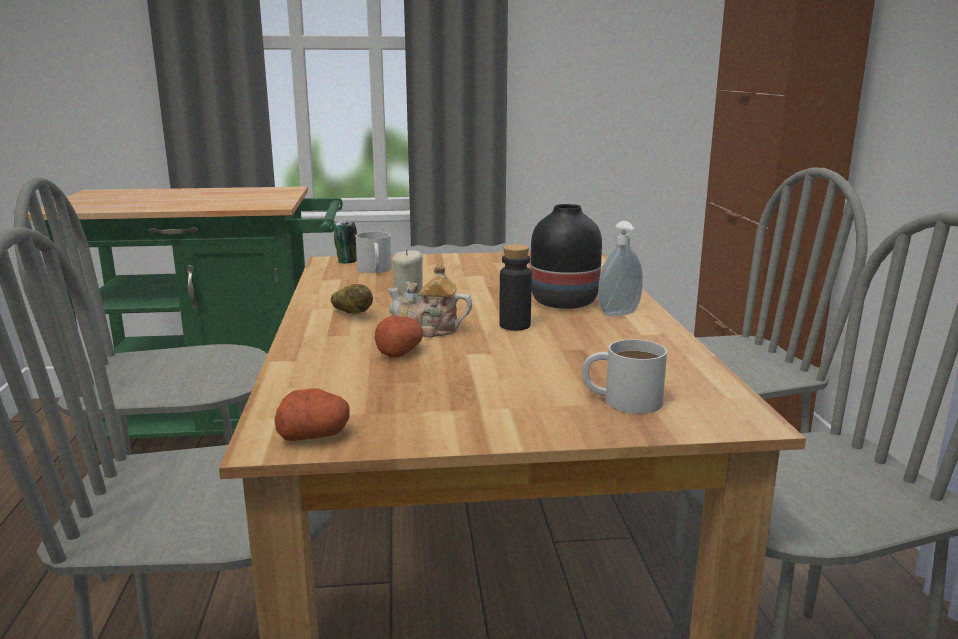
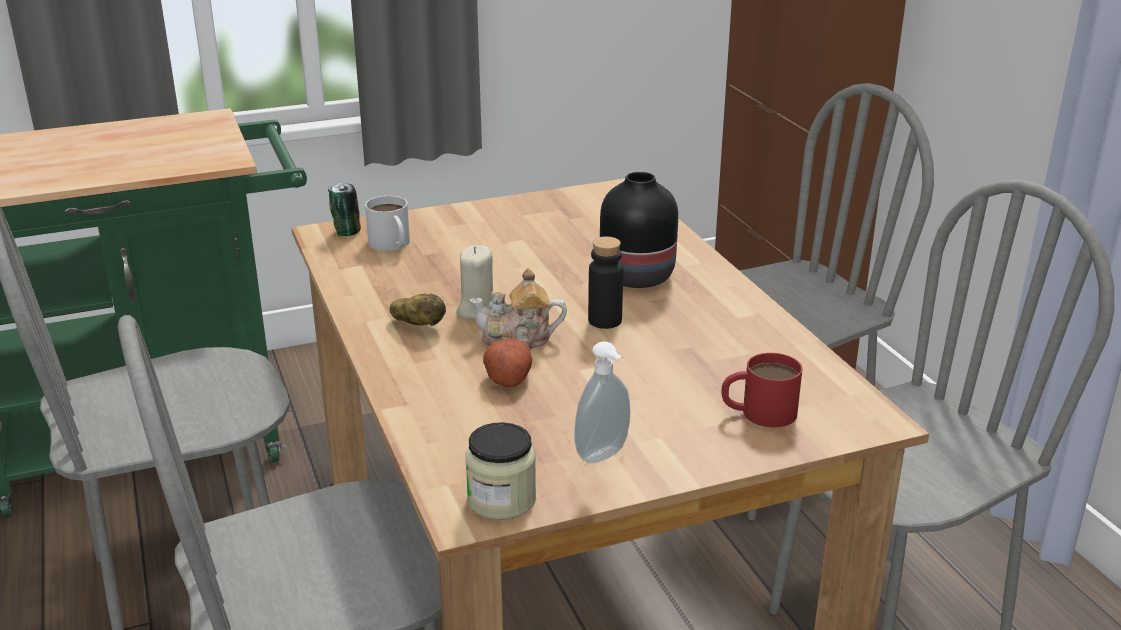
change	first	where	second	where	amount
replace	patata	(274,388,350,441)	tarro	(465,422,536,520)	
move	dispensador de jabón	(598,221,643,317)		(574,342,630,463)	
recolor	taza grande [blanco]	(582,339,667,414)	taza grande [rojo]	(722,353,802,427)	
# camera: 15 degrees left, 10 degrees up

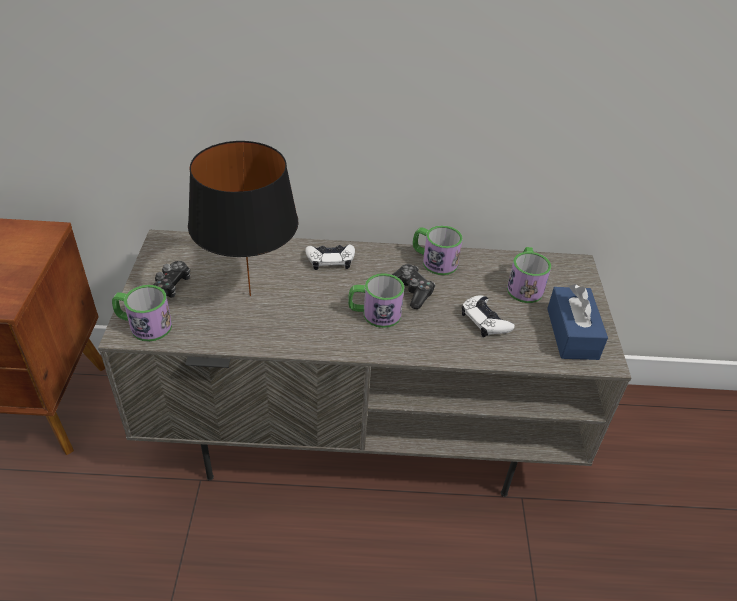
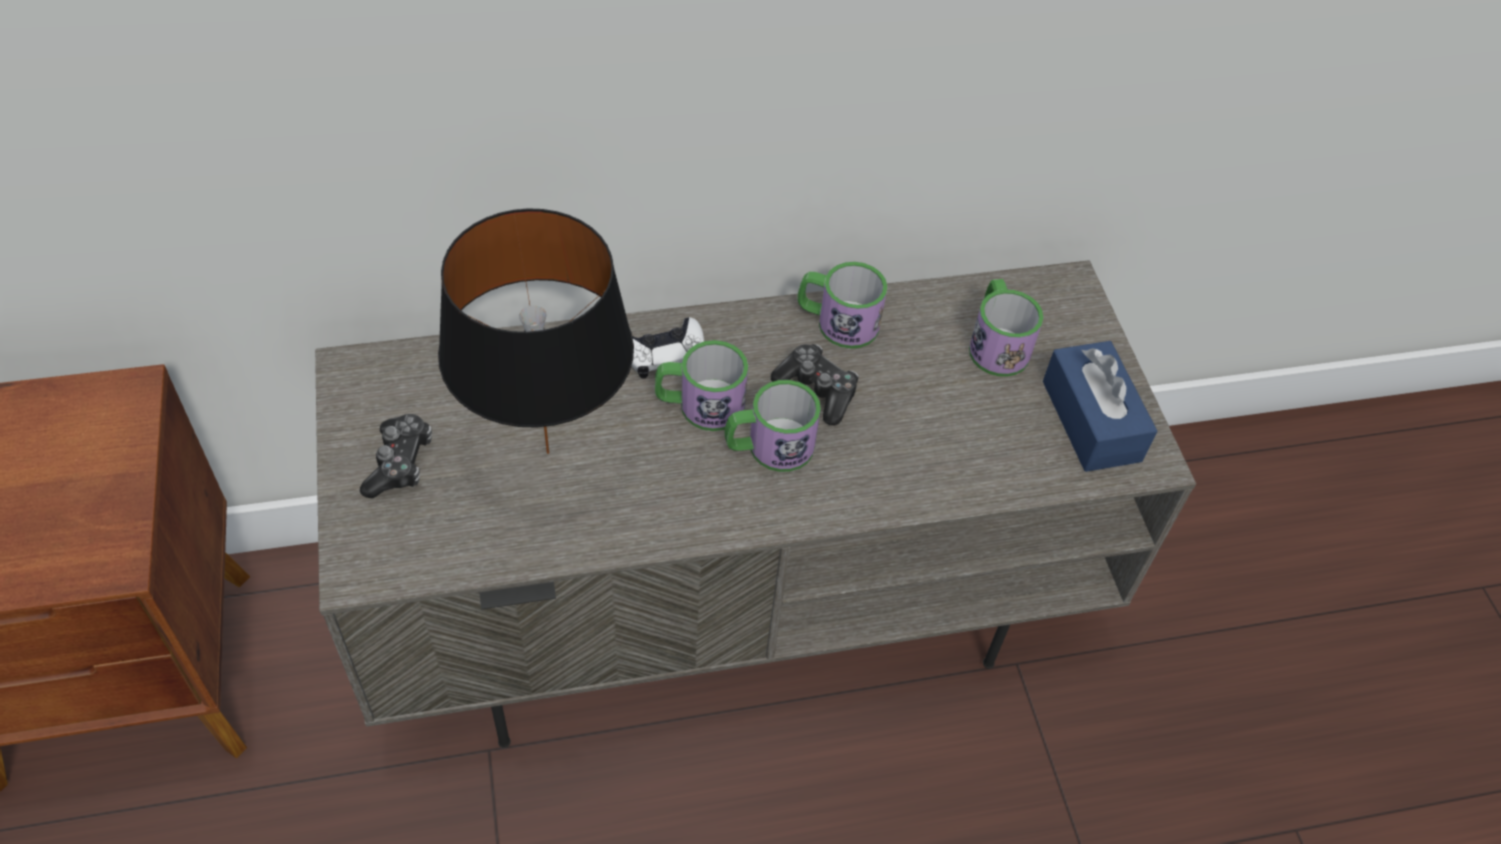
change	first	where	second	where	amount
move	taza grande	(112,285,172,341)		(655,340,748,431)	
delete	mando de consola [blanco]	(462,295,515,337)			
# camera: 15 degrees left, 10 degrees up

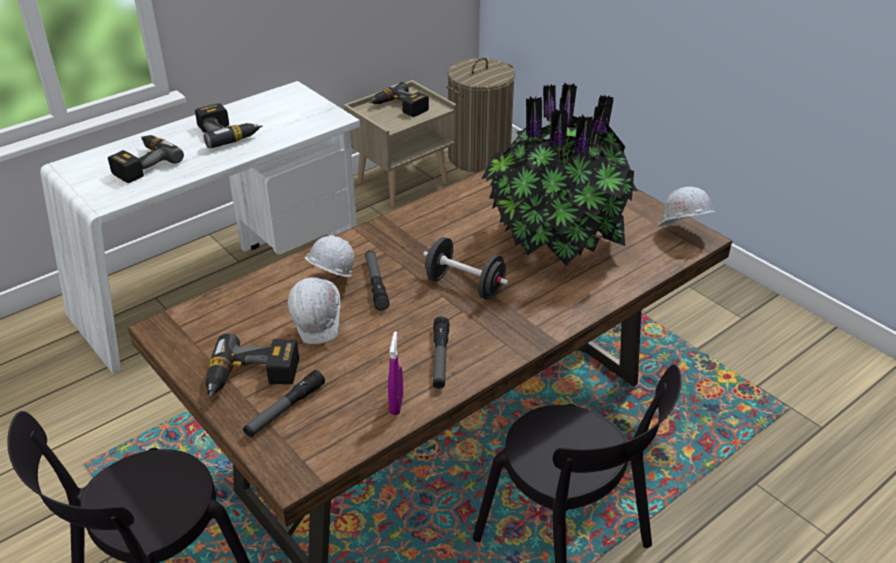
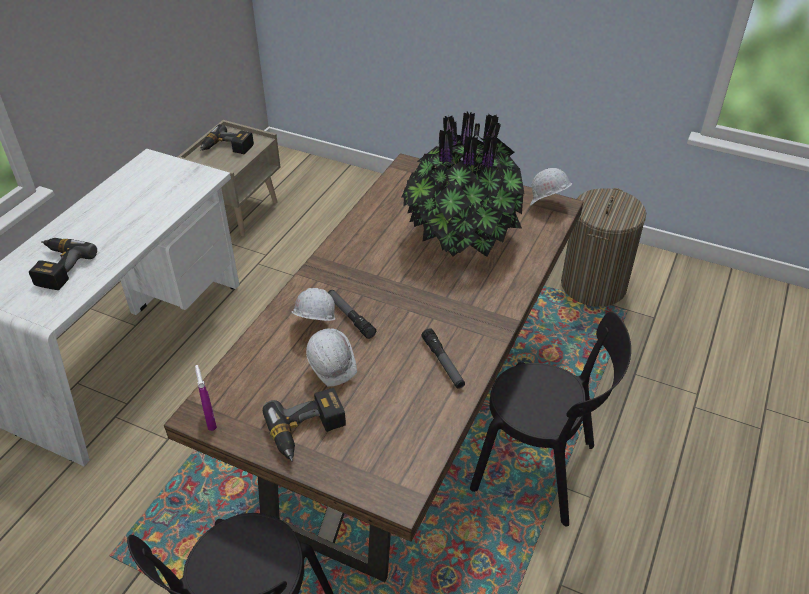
change	first	where	second	where	amount
move	pulverizador [morado]	(388,331,403,415)		(195,365,217,431)	
move	cesto de la ropa	(446,57,515,173)		(561,188,646,307)	
delete	taladro	(195,103,262,148)			
delete	linterna	(243,370,325,437)			
delete	mancuerna [negro]	(423,237,509,300)			
# camera: 25 degrees left, 5 degrees up

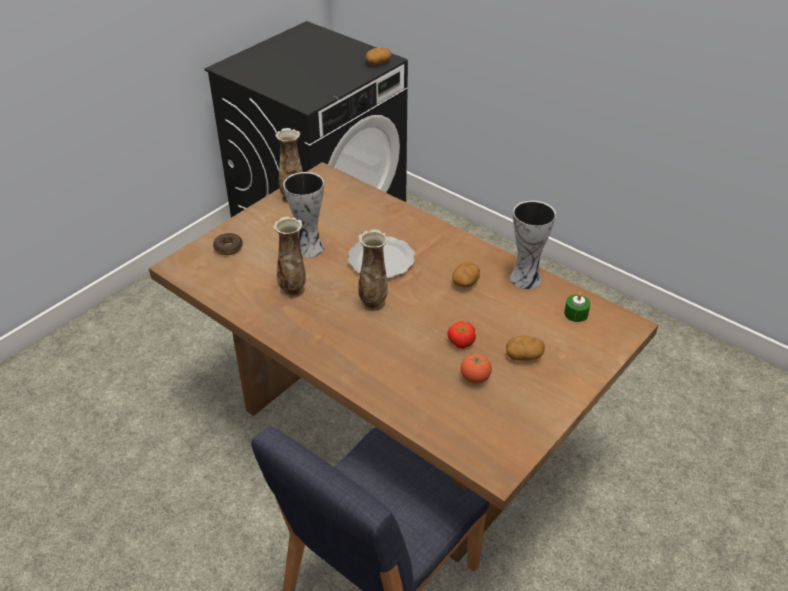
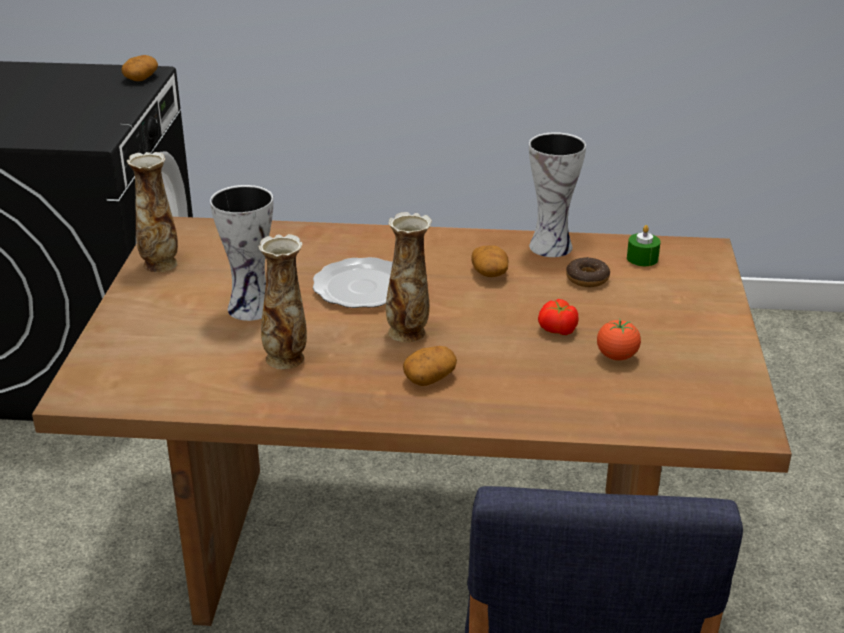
change	first	where	second	where	amount
move	patata	(506,336,545,361)		(403,346,457,386)	
move	rosquilla	(213,233,243,255)		(566,257,610,287)	
# camera: 35 degrees left, 10 degrees down

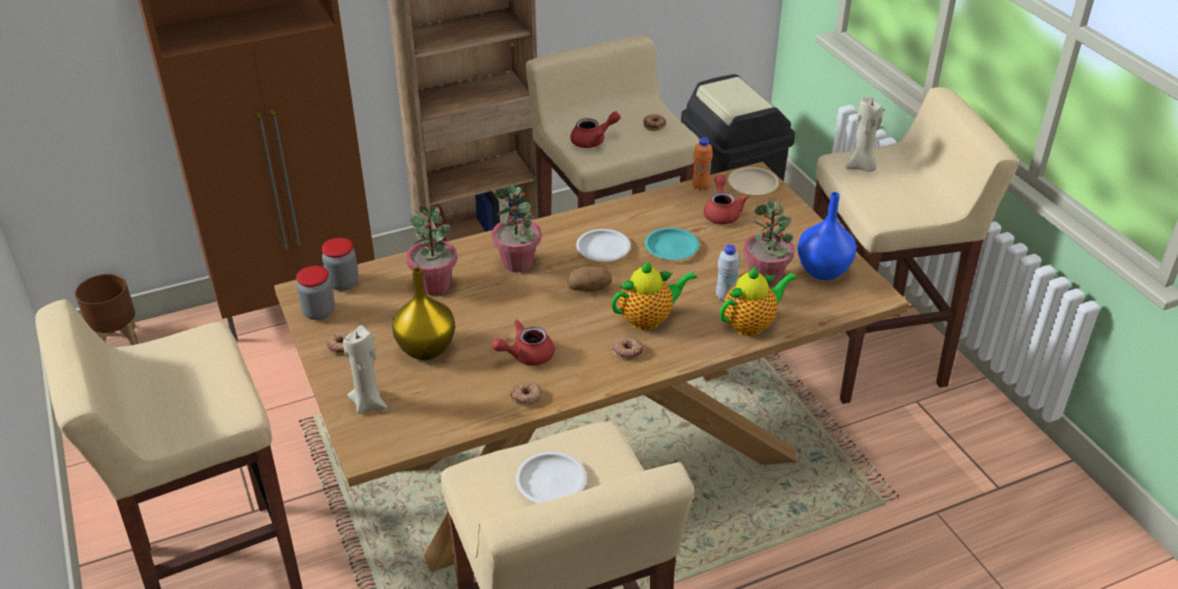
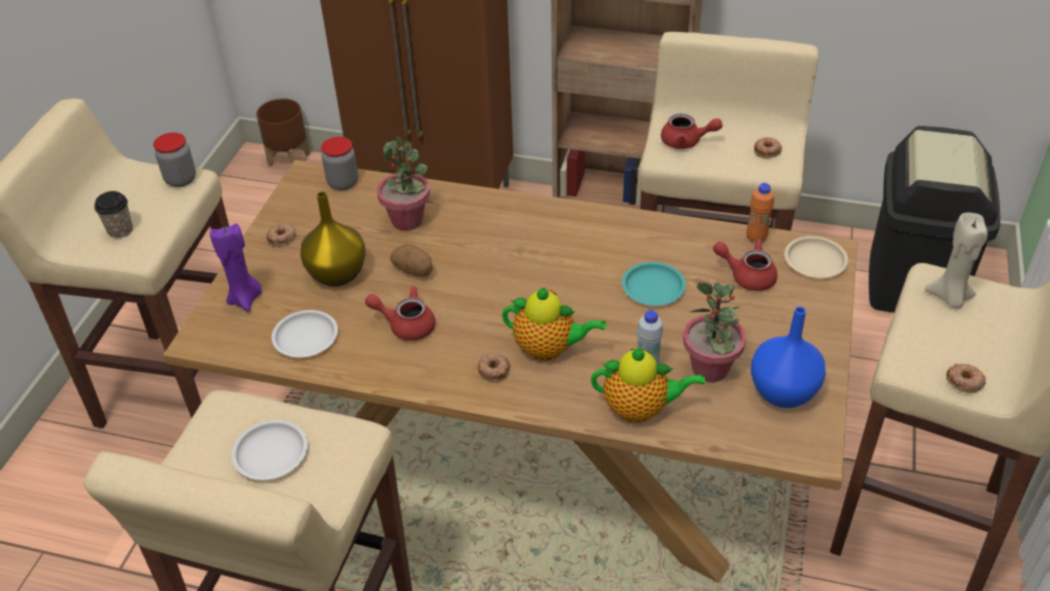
change	first	where	second	where	amount
insert			taza	(94,191,133,238)	
move	tarro	(296,266,335,320)		(153,133,196,187)	
recolor	vela [beis]	(343,325,387,414)	vela [morado]	(210,223,262,312)	
move	plato [blanco]	(576,229,631,261)		(272,310,338,357)	
move	patata	(567,266,612,292)		(390,244,433,277)	
rotate	tetera [rojo]	(704,174,749,224)		(713,239,777,291)	105 degrees counterclockwise
move	rosquilla	(510,382,543,406)		(946,363,986,393)	
delete	planta en maceta	(492,185,541,273)			
# camera: 40 degrees right, 5 degrees up

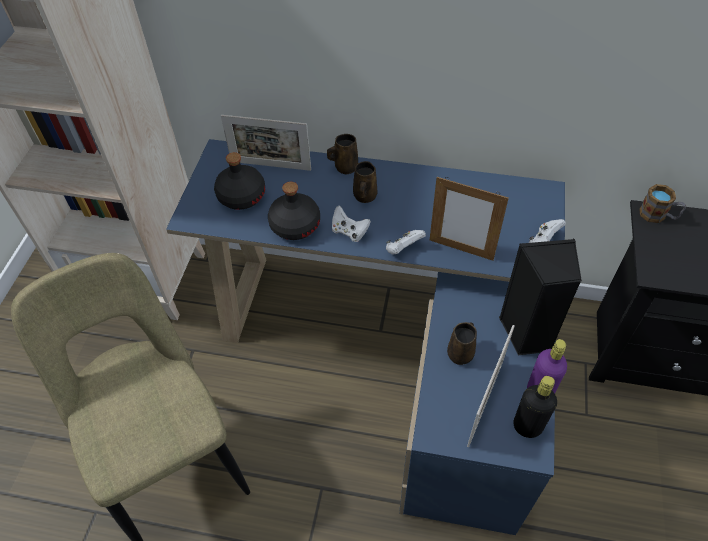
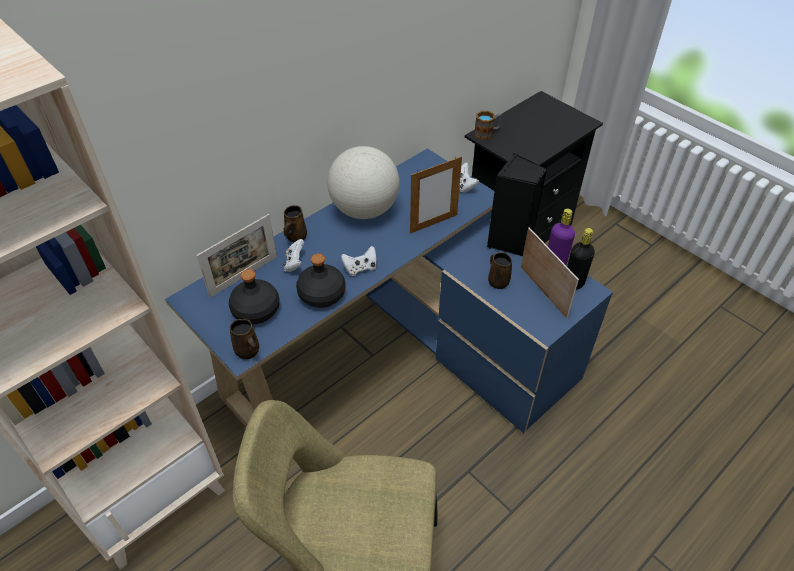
change	first	where	second	where	amount
move	taza grande [marrón]	(353,161,377,203)		(230,319,259,360)	
move	mando de consola [blanco]	(386,230,426,255)		(283,239,304,272)	
insert			globo terráqueo	(327,146,400,219)	
# camera: 55 degrees left, 5 degrees down

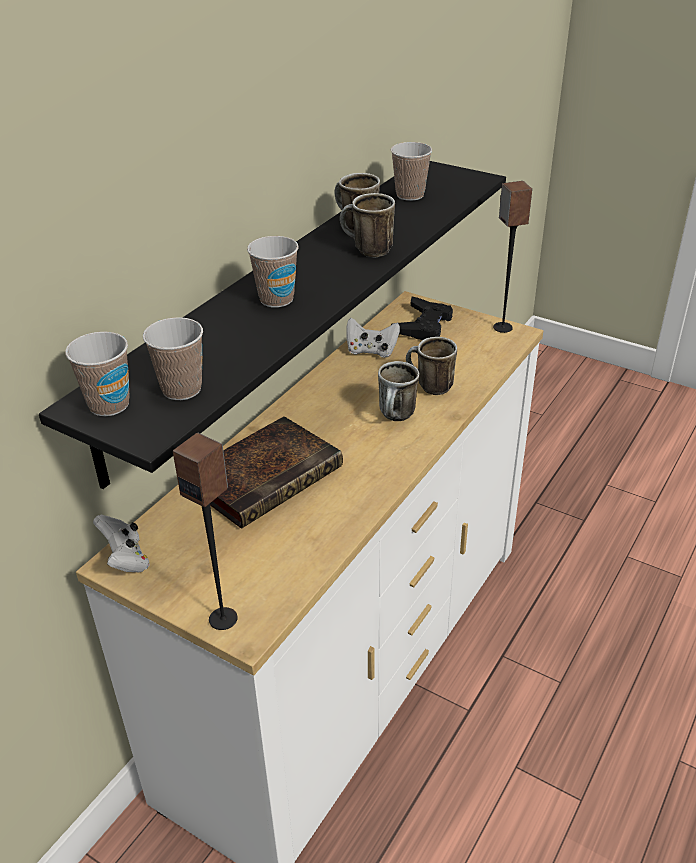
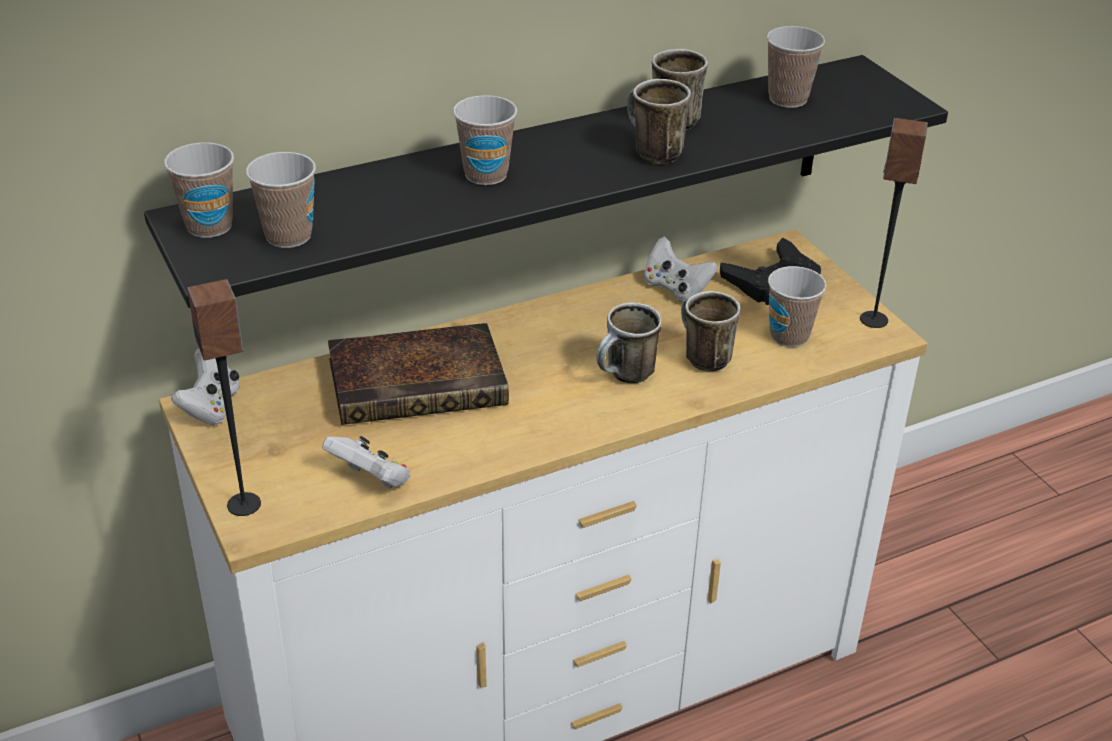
change	first	where	second	where	amount
insert			mando de consola [blanco]	(322,436,410,488)	
insert			taza	(768,266,826,347)	
# camera: 30 degrees right, 0 degrees up

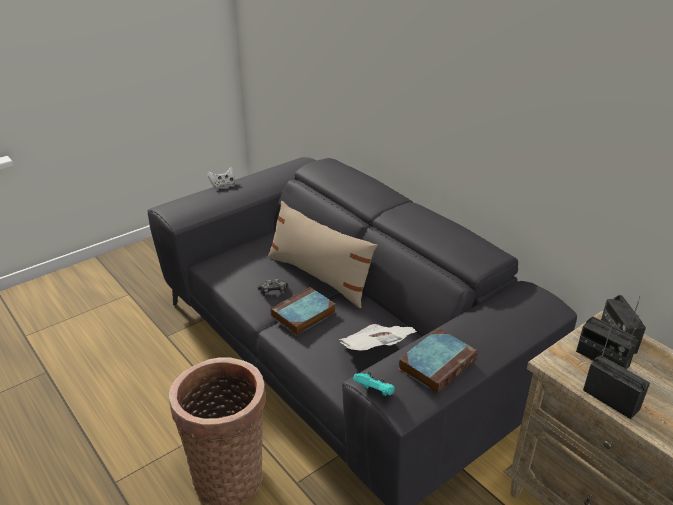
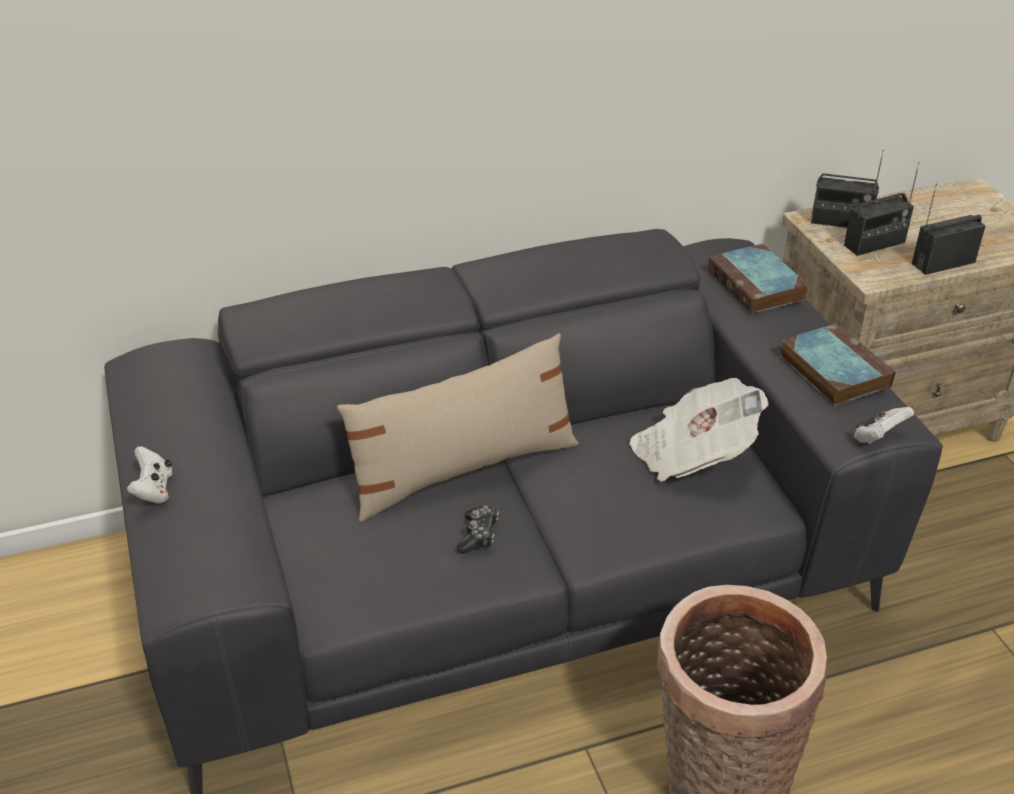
change	first	where	second	where	amount
move	libro	(270,287,336,336)		(708,244,808,314)	
recolor	mando de consola [turquesa]	(353,372,395,396)	mando de consola [blanco]	(854,407,914,444)	
# camera: 70 degrees left, 5 degrees up

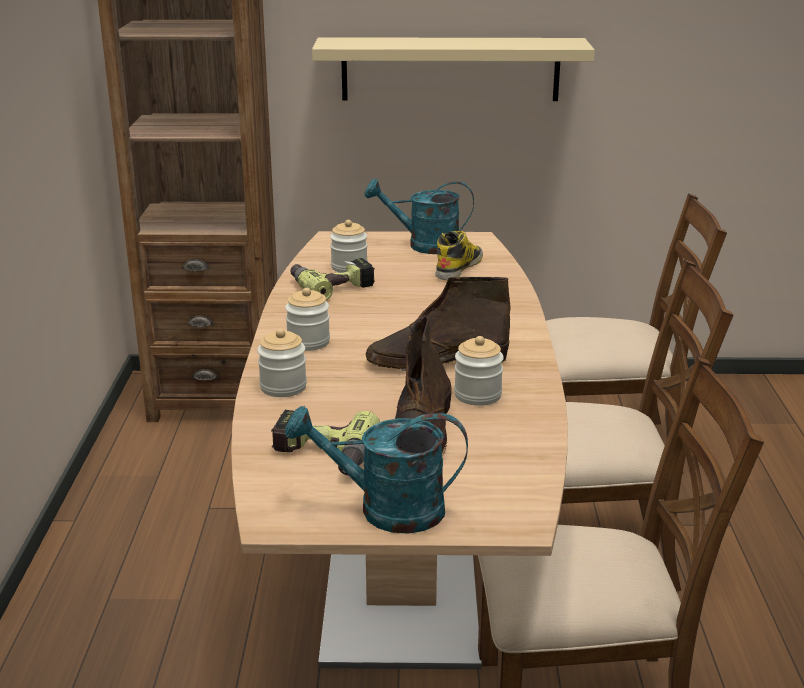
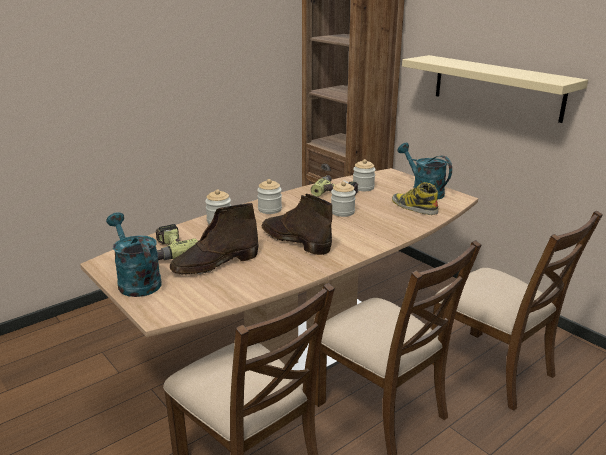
change	first	where	second	where	amount
move	tarro	(454,336,504,406)		(331,181,356,217)	
rotate	bota	(435,231,483,280)		(392,182,438,215)	120 degrees counterclockwise
# camera: 50 degrees right, 0 degrees up

